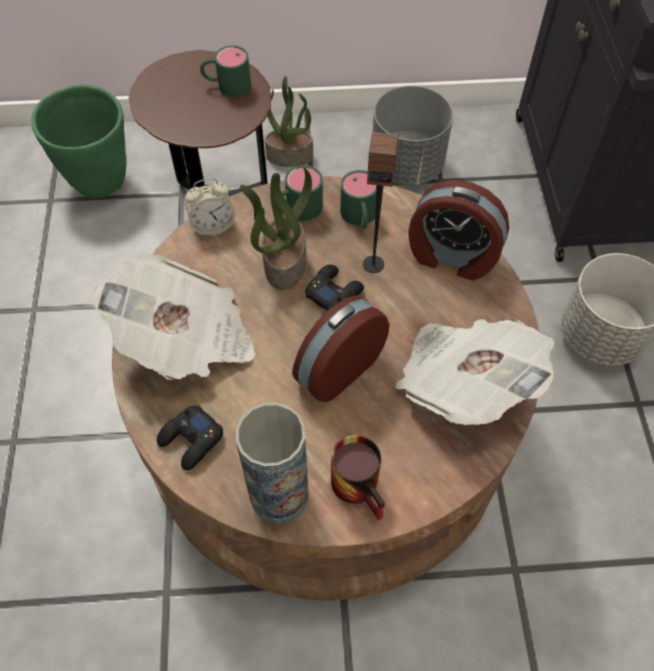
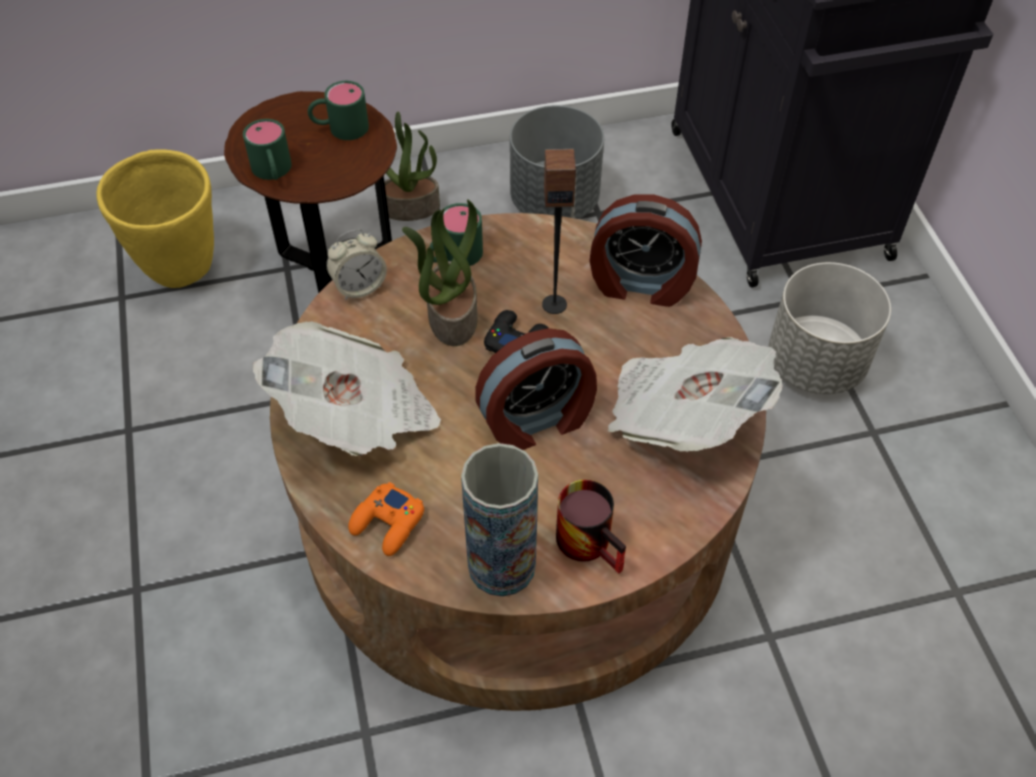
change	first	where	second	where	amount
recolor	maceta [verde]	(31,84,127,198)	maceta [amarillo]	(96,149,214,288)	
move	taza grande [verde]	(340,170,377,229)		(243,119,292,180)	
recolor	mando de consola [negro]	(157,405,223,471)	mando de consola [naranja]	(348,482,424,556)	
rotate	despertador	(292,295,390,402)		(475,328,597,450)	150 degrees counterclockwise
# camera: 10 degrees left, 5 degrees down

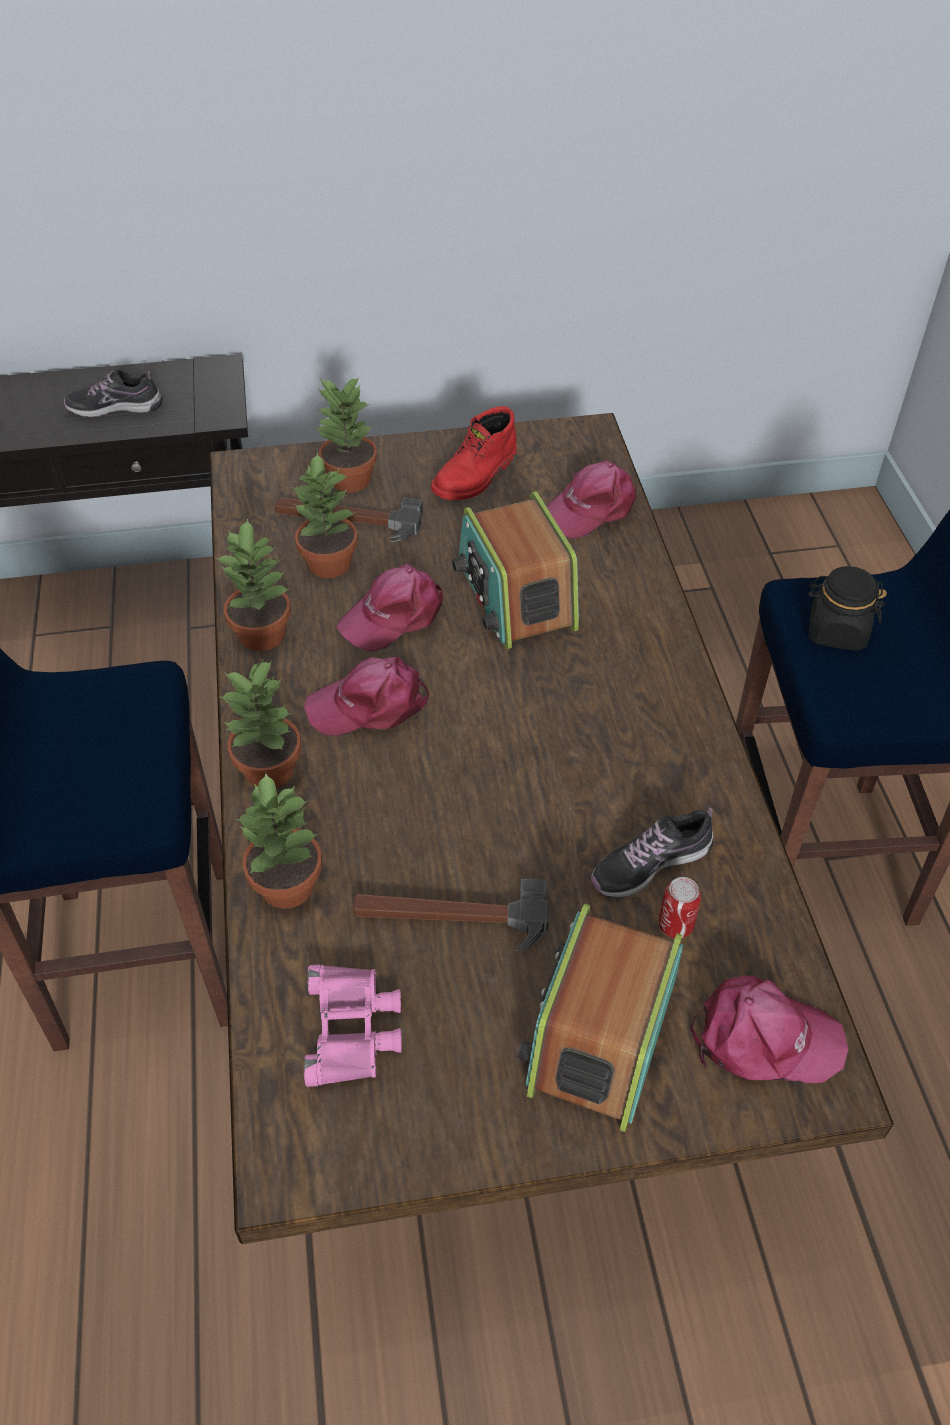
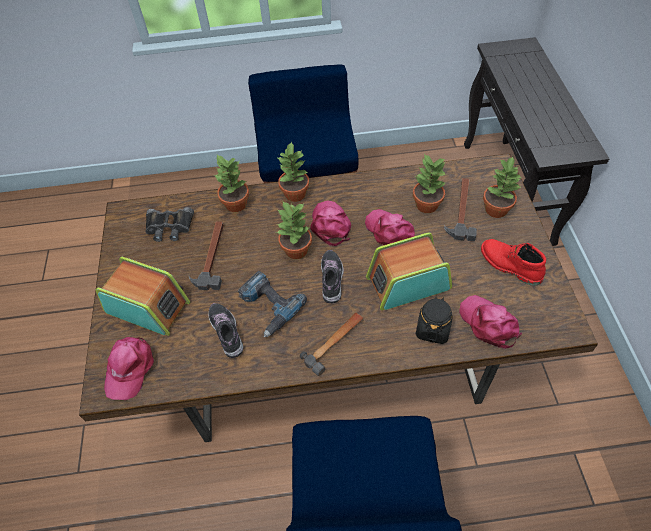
change	first	where	second	where	amount
recolor	prismáticos [rosa]	(304,965,402,1087)	prismáticos [negro]	(145,207,194,242)	
insert			taladro	(238,271,307,337)	
move	planta en maceta	(216,518,291,651)		(275,202,312,259)	
insert			martillo	(300,313,363,376)	
move	zapato	(64,369,162,417)		(321,250,344,303)	
move	tarro [negro]	(808,566,887,651)		(416,296,453,344)	
delete	lata	(658,877,701,938)			
# camera: 95 degrees right, 5 degrees up

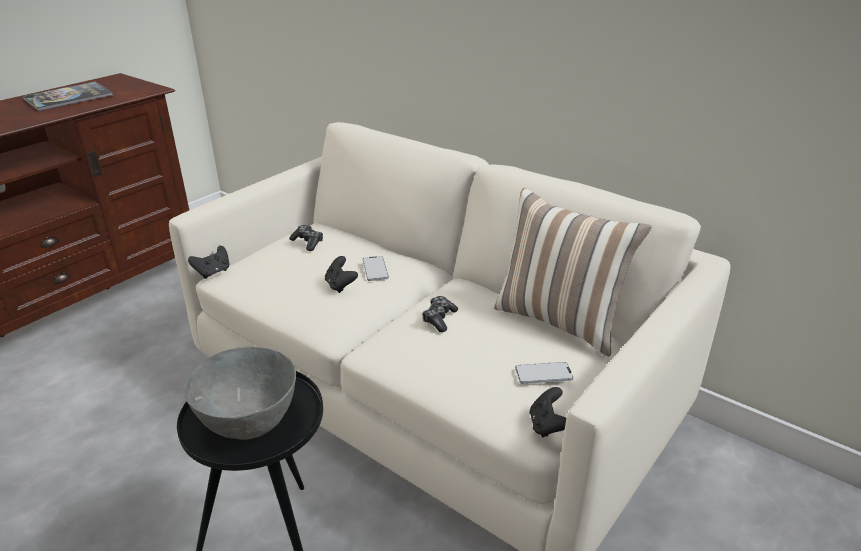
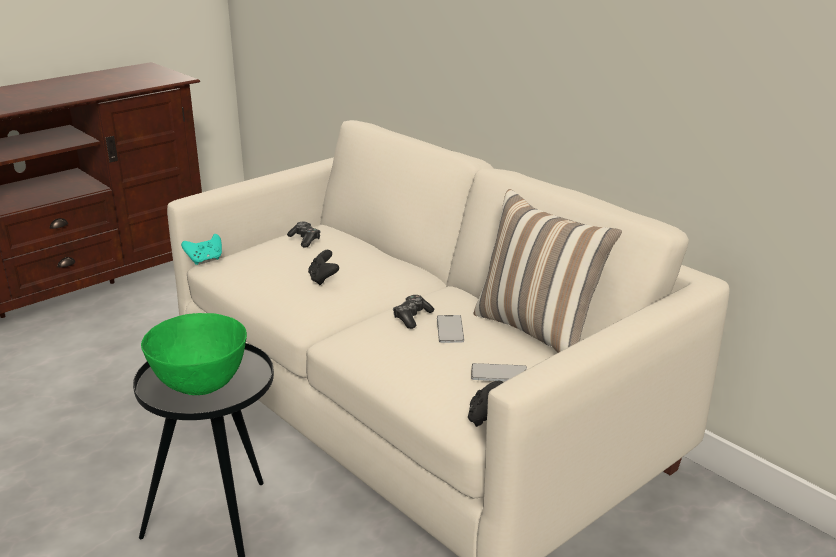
change	first	where	second	where	amount
recolor	cuenco [gris]	(184,346,296,440)	cuenco [verde]	(141,313,247,395)	
recolor	mando de consola [negro]	(188,246,229,279)	mando de consola [turquesa]	(181,234,222,265)	
move	móvil	(363,256,389,281)		(437,315,464,343)	
delete	libro	(23,82,113,111)			
# camera: 10 degrees right, 5 degrees down

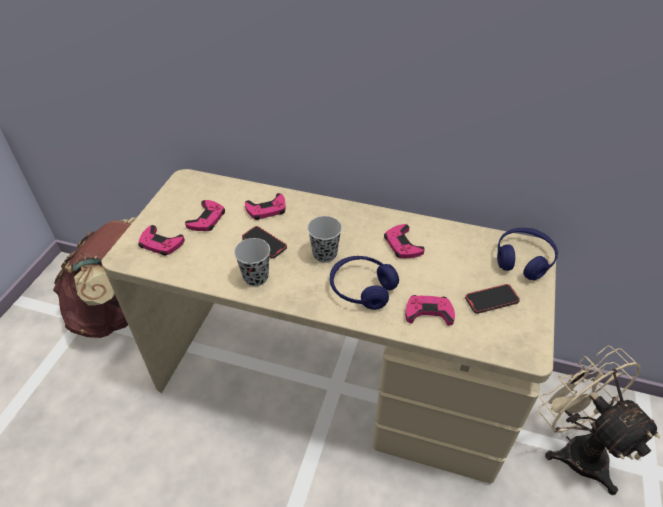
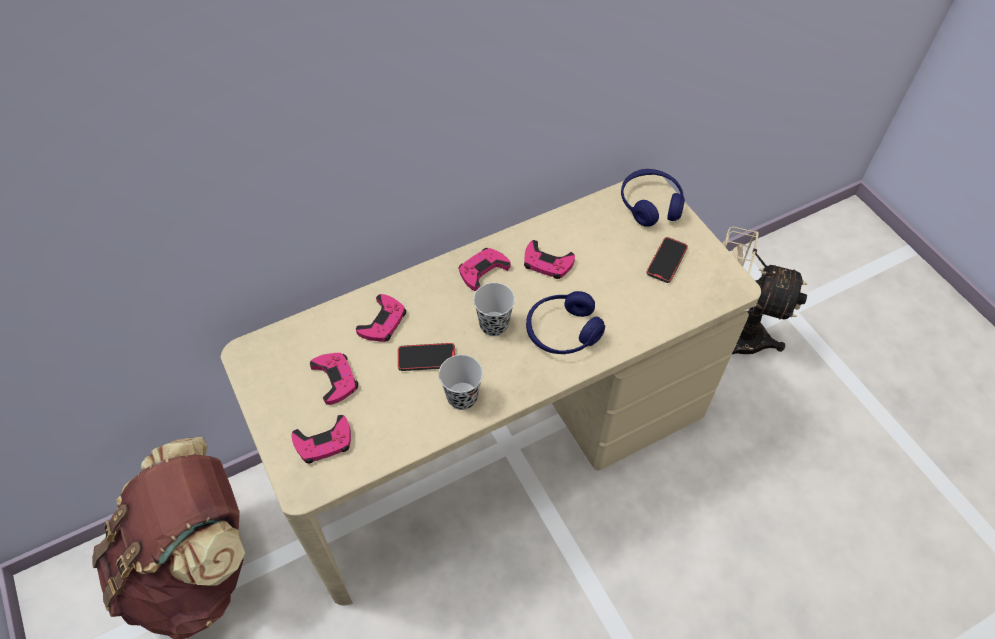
change	first	where	second	where	amount
move	mando de consola [rosa]	(405,295,455,326)		(459,248,511,291)	
# camera: 45 degrees left, 10 degrees up

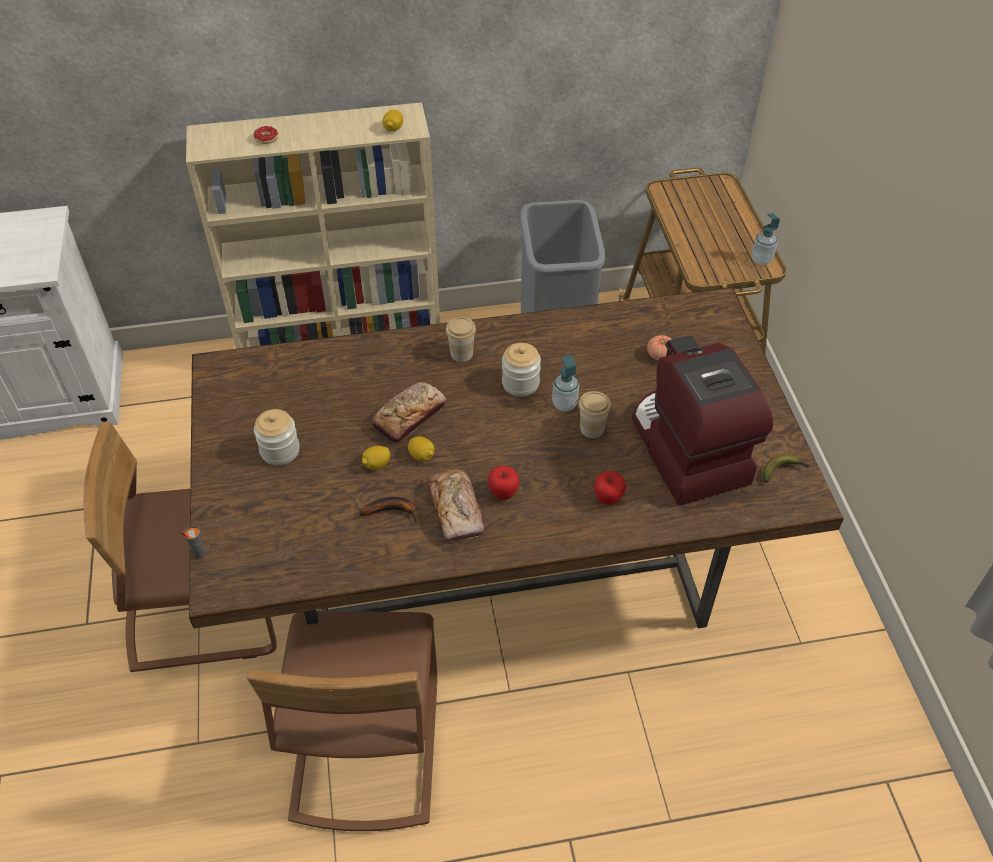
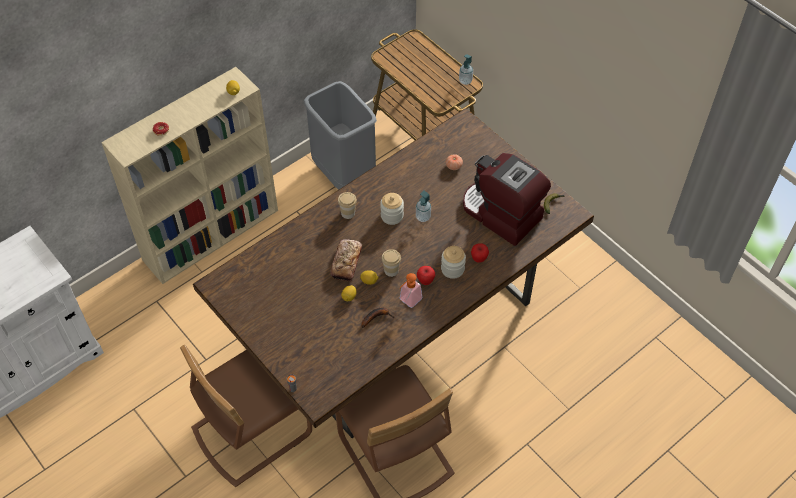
change	first	where	second	where	amount
move	taza	(578,391,611,438)		(382,249,401,277)	
replace	pan	(427,469,485,542)	dispensador de jabón	(400,273,422,308)	
move	tarro	(254,409,300,465)		(441,246,466,279)	
# camera: 30 degrees left, 5 degrees up

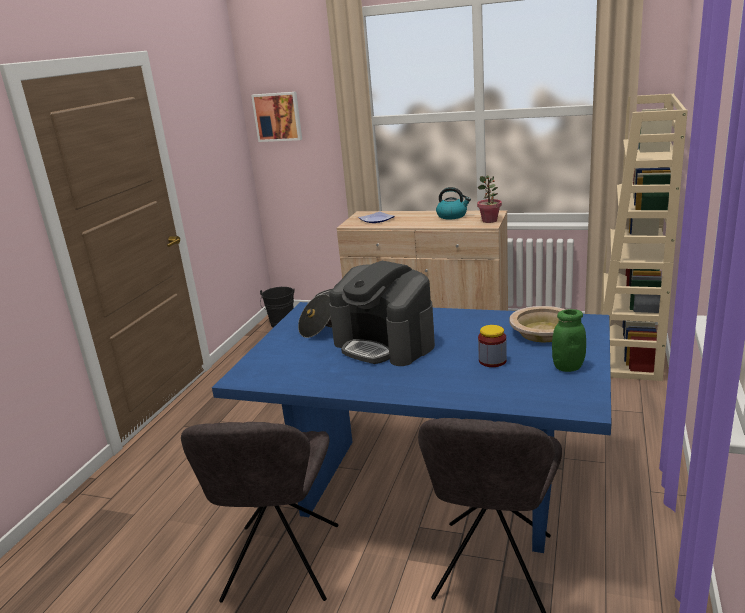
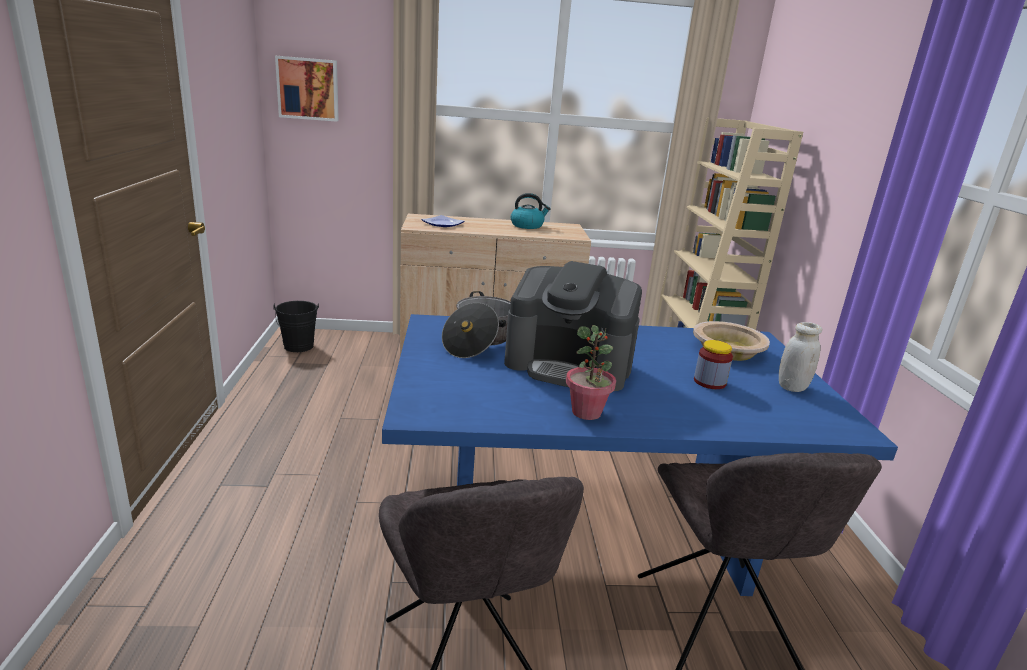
change	first	where	second	where	amount
move	planta en maceta	(477,175,502,223)		(566,325,616,420)	
recolor	tarro [verde]	(552,309,586,372)	tarro [blanco]	(779,322,822,392)	
# camera: 25 degrees left, 0 degrees up

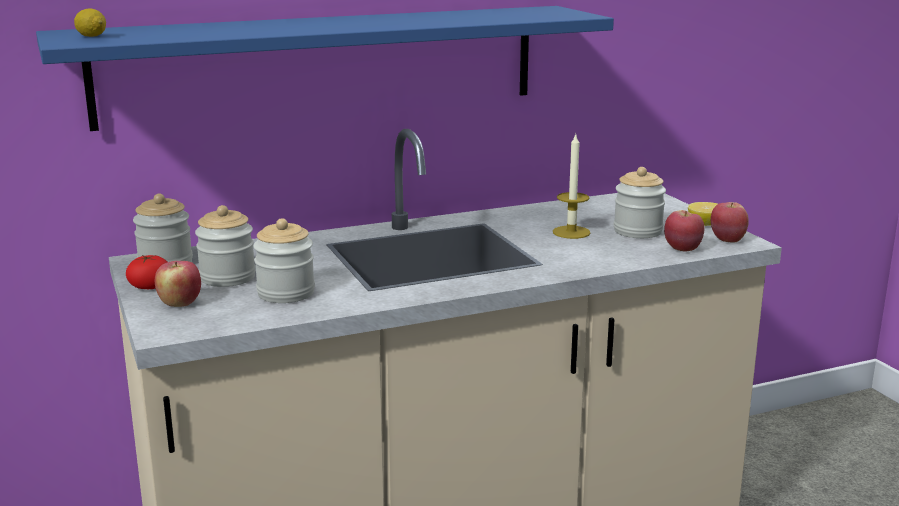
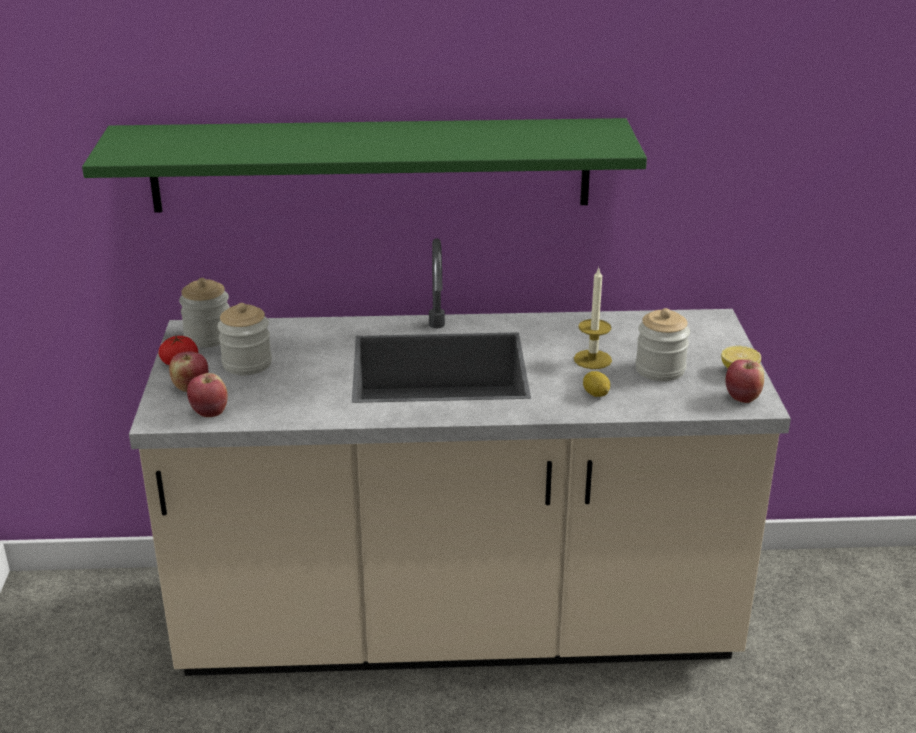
change	first	where	second	where	amount
recolor	estante [azul]	(36,6,614,131)	estante [verde]	(82,118,647,212)	
move	manzana	(664,210,705,251)		(187,373,228,417)	
move	limón	(74,8,106,37)		(583,371,610,397)	
delete	tarro	(253,218,315,303)			
# camera: 20 degrees right, 10 degrees up

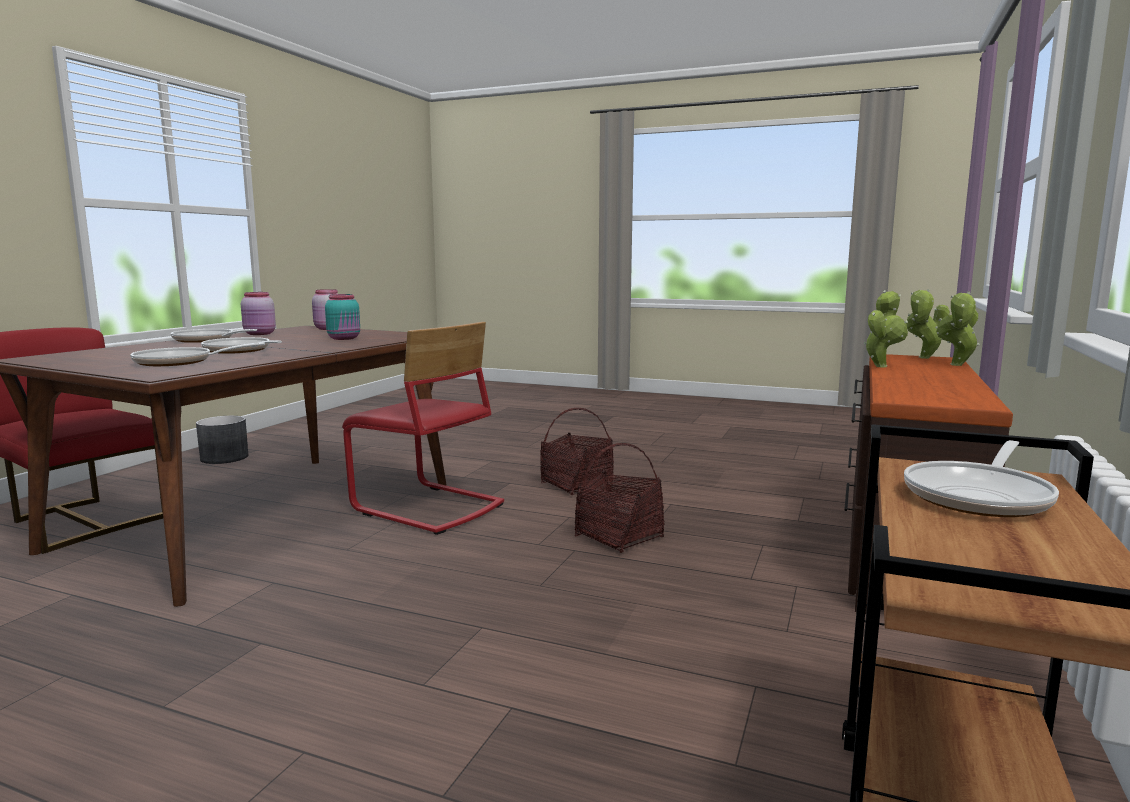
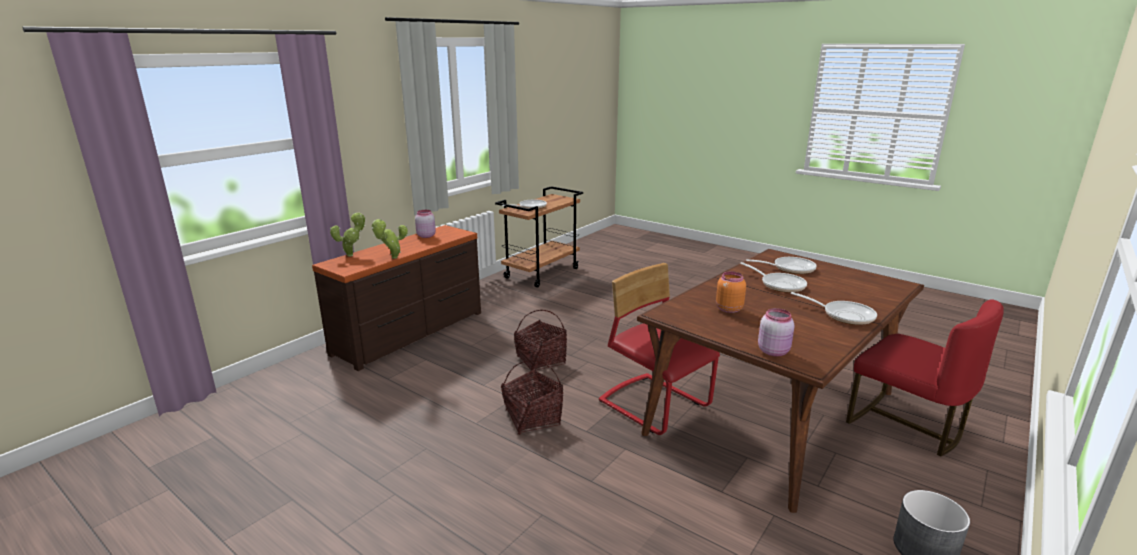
change	first	where	second	where	amount
move	tarro [rosa]	(241,292,276,335)		(415,210,436,238)	
recolor	tarro [turquesa]	(325,294,360,340)	tarro [naranja]	(716,271,746,313)	
delete	planta en maceta	(906,289,950,359)			
# camera: 165 degrees left, 10 degrees up

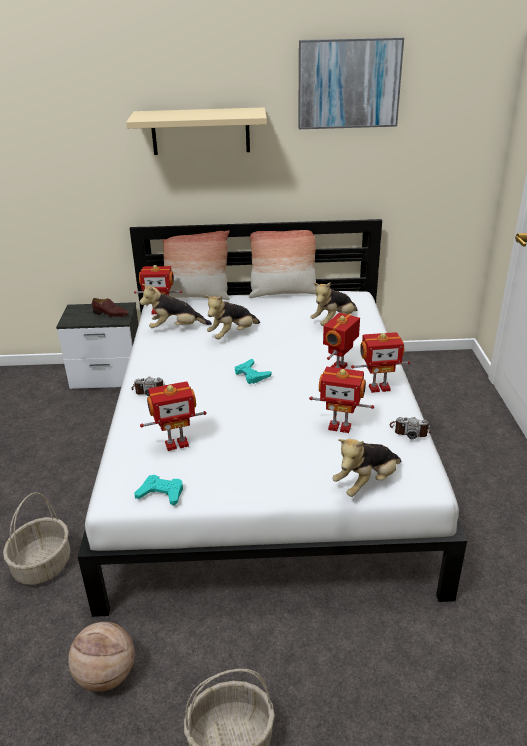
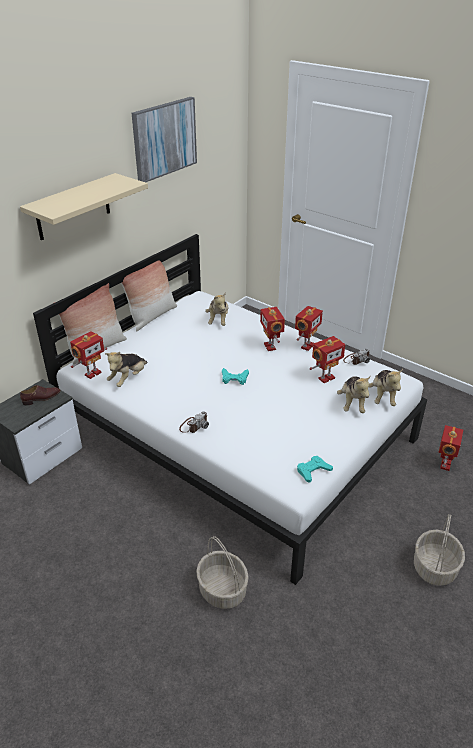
change	first	where	second	where	amount
move	peluche	(205,295,260,339)		(337,375,371,413)	
move	robot de juguete	(140,381,207,451)		(439,425,463,471)	
delete	balón de baloncesto	(68,622,135,692)			
# camera: 50 degrees left, 5 degrees up

